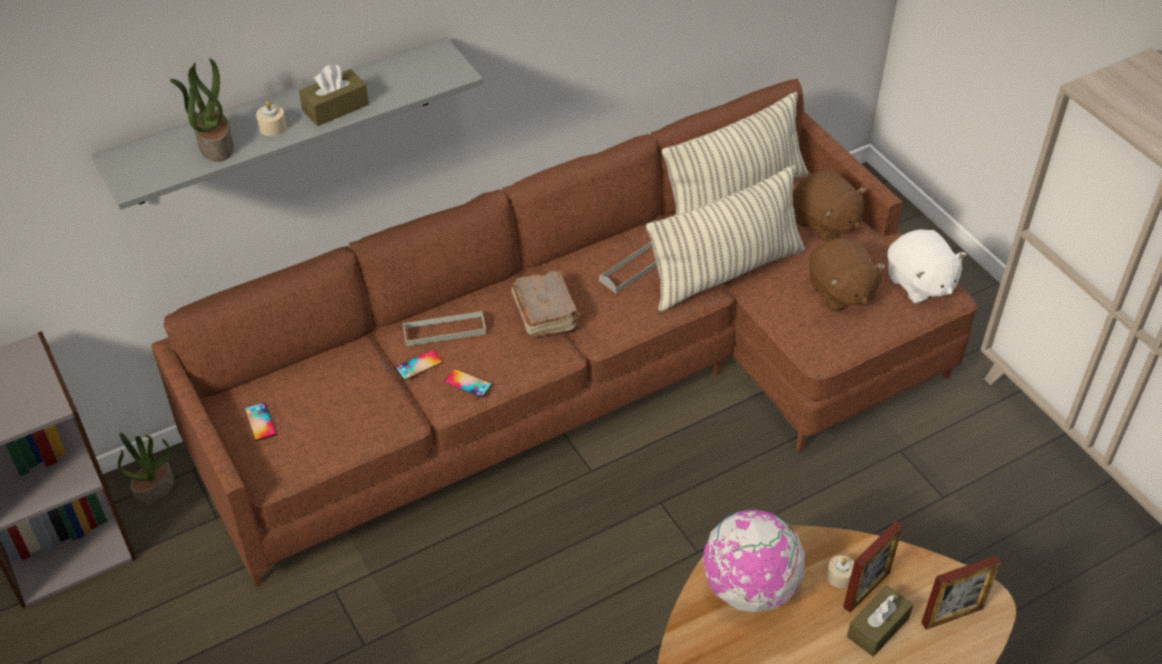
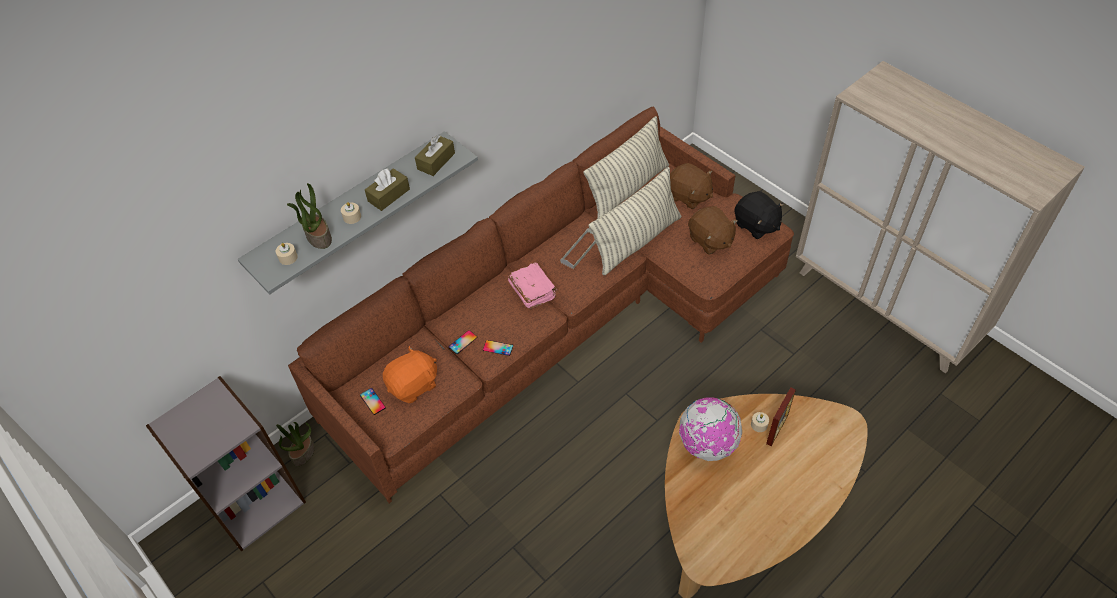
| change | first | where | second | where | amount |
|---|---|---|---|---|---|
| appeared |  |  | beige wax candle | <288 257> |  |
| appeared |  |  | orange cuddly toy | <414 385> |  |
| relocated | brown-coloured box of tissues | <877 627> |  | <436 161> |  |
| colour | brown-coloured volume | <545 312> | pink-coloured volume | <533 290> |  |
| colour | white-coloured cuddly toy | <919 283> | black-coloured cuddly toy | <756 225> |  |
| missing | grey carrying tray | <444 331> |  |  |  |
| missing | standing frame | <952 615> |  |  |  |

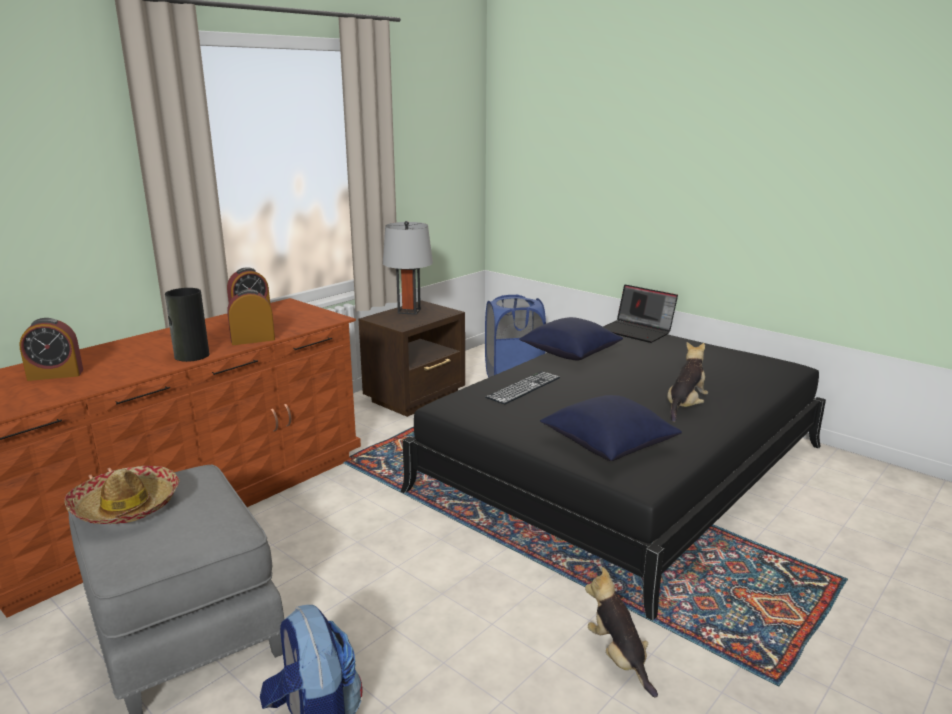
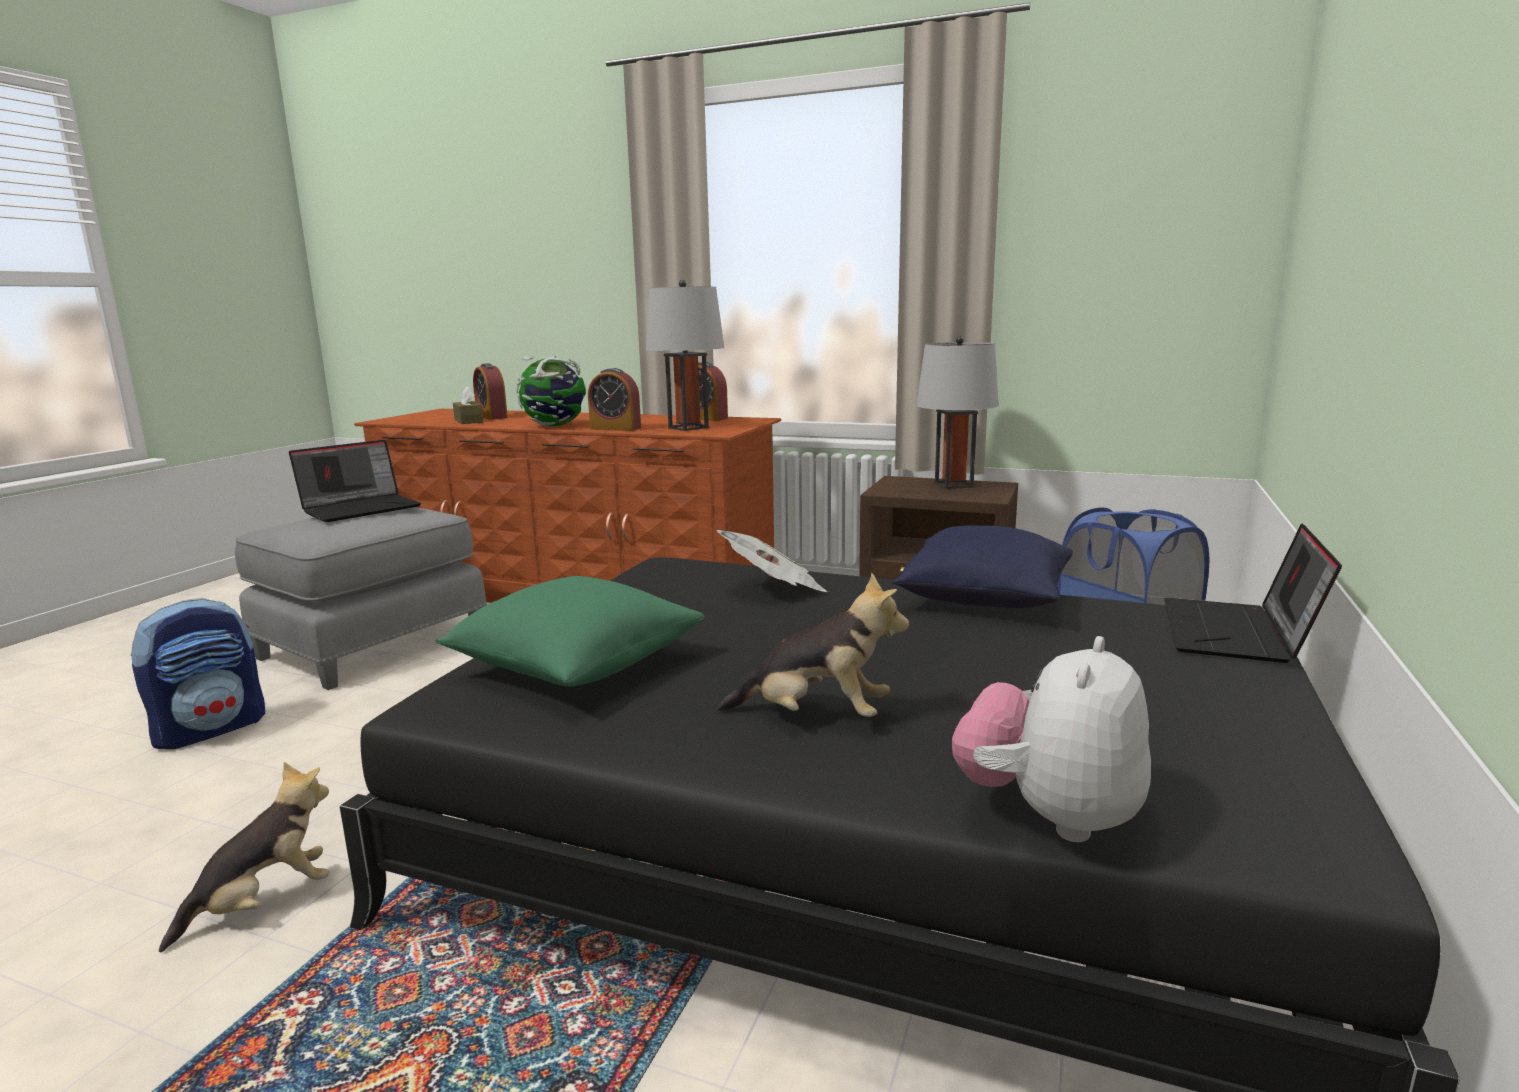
| change | first | where | second | where | amount |
|---|---|---|---|---|---|
| exchanged | clothing hat | <126 506> | notebook computer | <362 508> |  |
| colour | bluish cushion | <608 446> | green-coloured cushion | <575 666> |  |
| appeared |  |  | brown-coloured box of tissues | <468 421> |  |
| exchanged | vase | <191 356> | desk globe | <555 426> |  |
| spun | bedside clock | <252 340> |  | <615 428> | 150 degrees clockwise |
| appeared |  |  | grey tabletop lamp | <688 428> |  |
| exchanged | computer keyboard | <523 387> | newspaper | <774 588> |  |
| appeared |  |  | cuddly toy | <1049 816> |  |

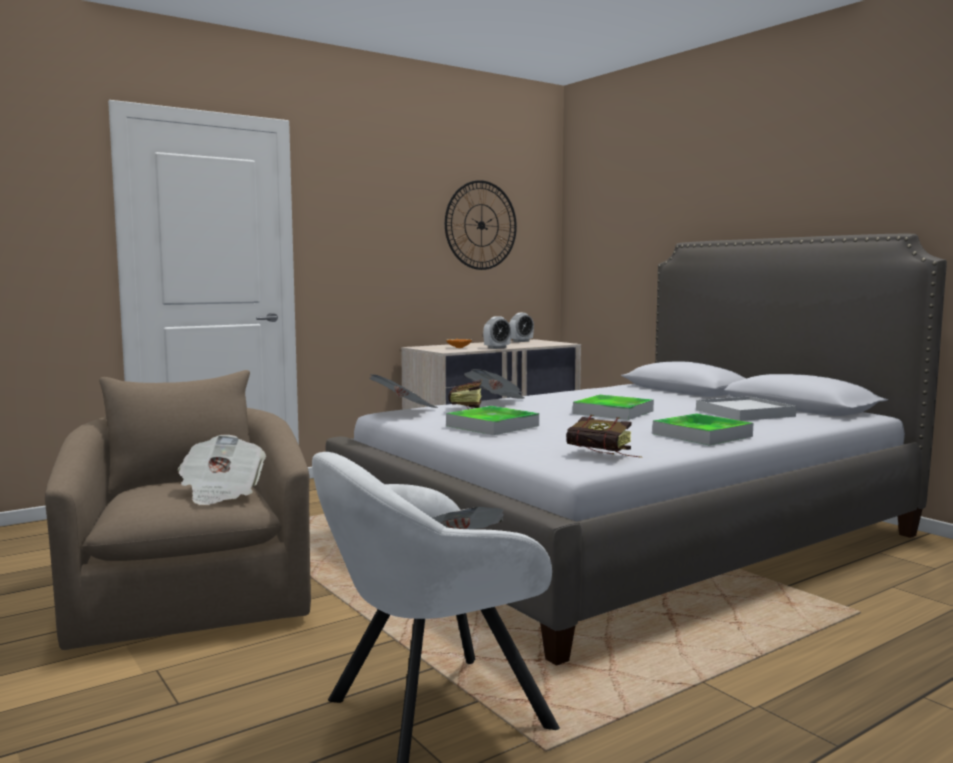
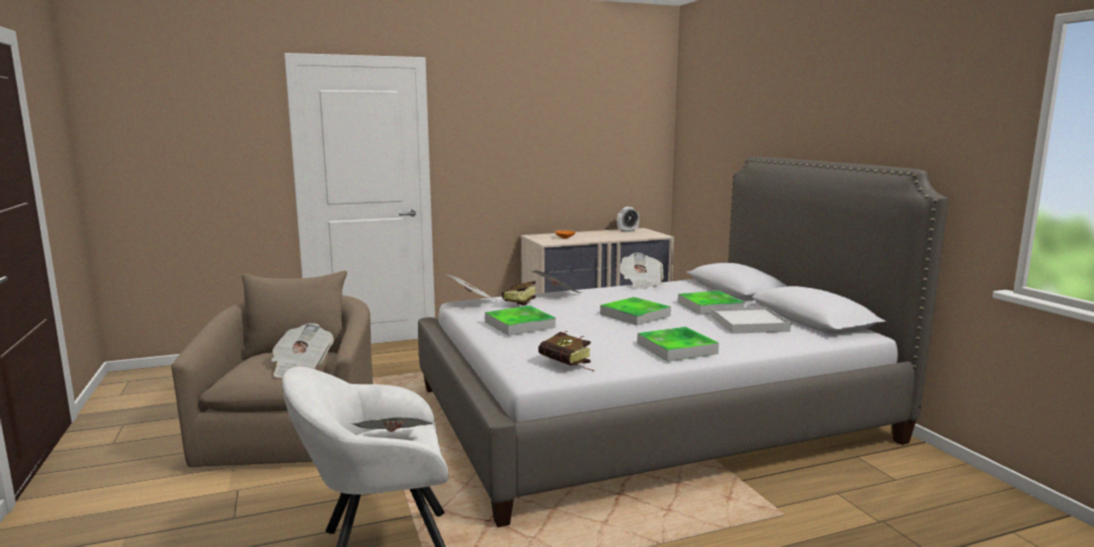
| change | first | where | second | where | amount |
|---|---|---|---|---|---|
| appeared |  |  | newspaper | <641 283> |  |
| appeared |  |  | carrying tray | <709 306> |  |
| missing | clock on the wall | <481 225> |  |  |  |
| missing | bedside clock | <497 348> |  |  |  |

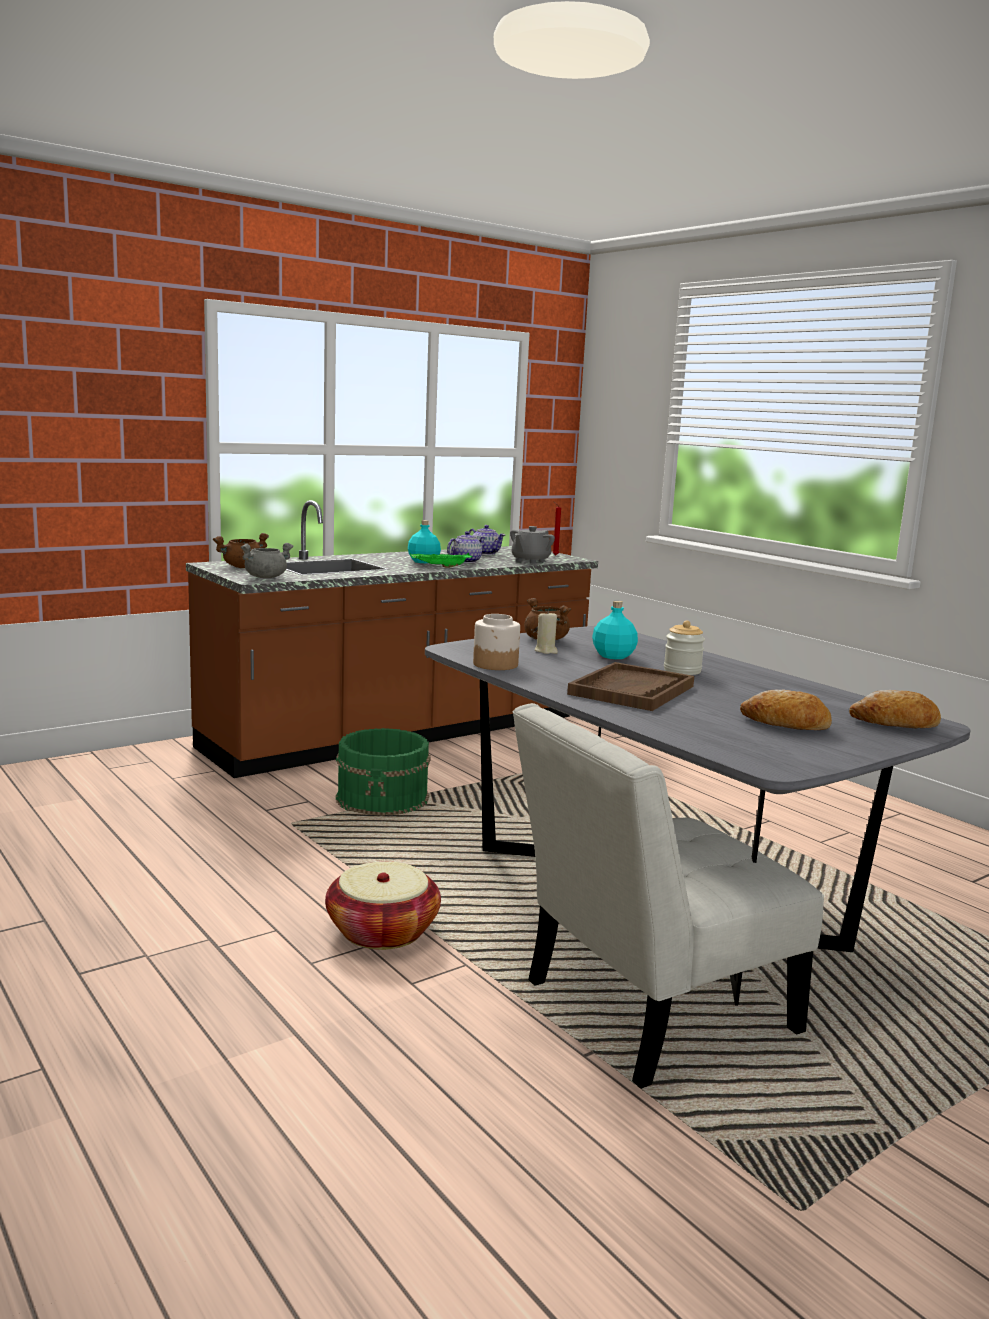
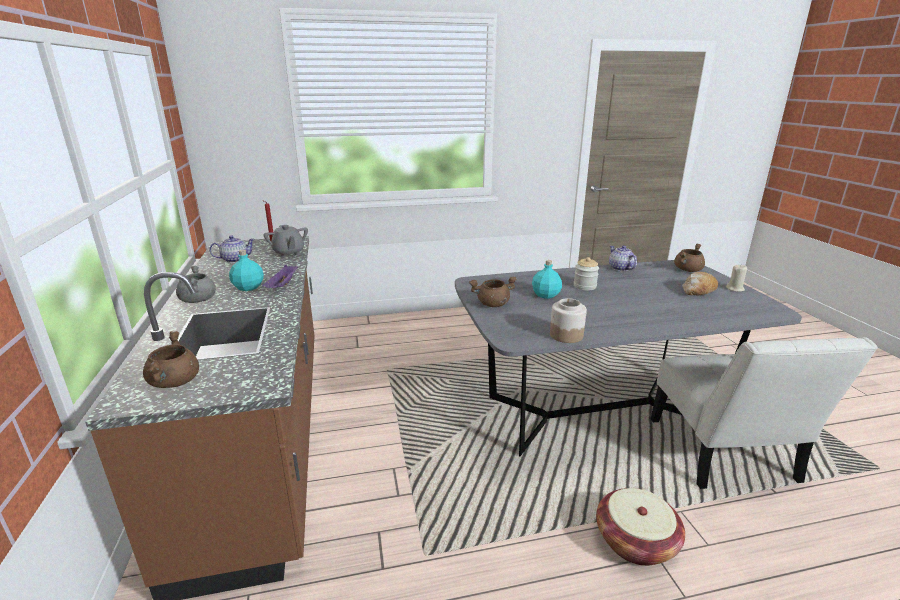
| change | first | where | second | where | amount |
|---|---|---|---|---|---|
| relocated | grey cooking pot | <266 577> |  | <197 300> |  |
| colour | green-coloured carrying tray | <440 567> | purple-coloured carrying tray | <282 286> |  |
| relocated | tea pot | <465 561> |  | <620 268> |  |
| exchanged | bread | <894 724> | brown-coloured cooking pot | <688 270> |  |
| relocated | beige wax candle | <546 651> |  | <735 289> |  |
| missing | green-coloured water bucket | <383 799> |  |  |  |
| missing | brown-coloured carrying tray | <632 690> |  |  |  |

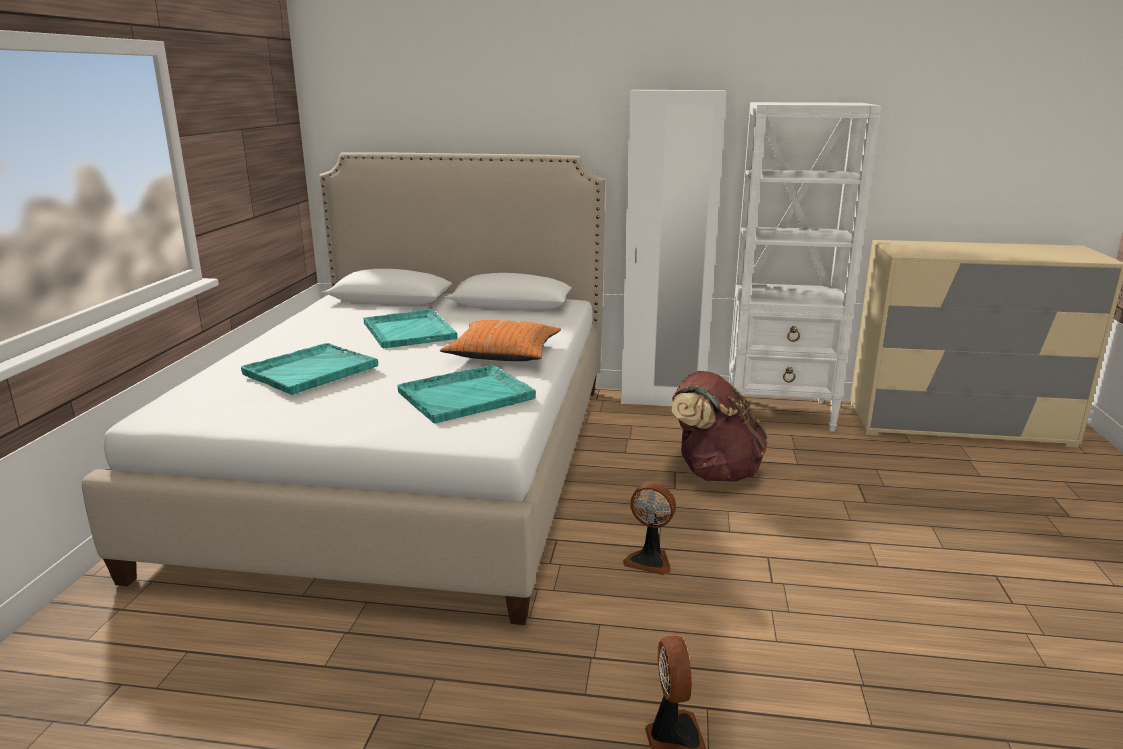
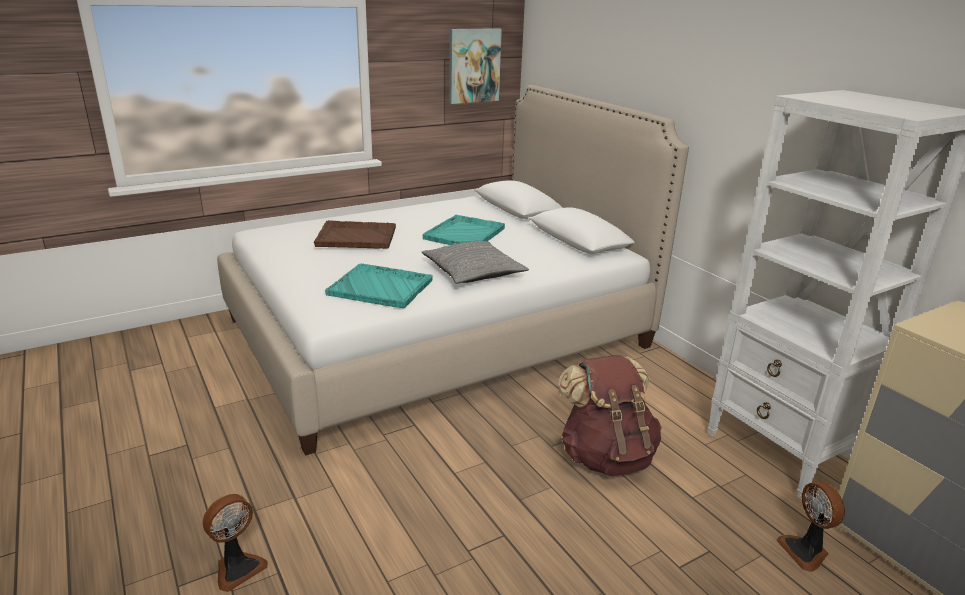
| change | first | where | second | where | amount |
|---|---|---|---|---|---|
| colour | turquoise carrying tray | <310 370> | brown-coloured carrying tray | <355 237> |  |
| colour | orange cushion | <503 353> | grey cushion | <473 272> |  |
| appeared |  |  | wall picture | <474 65> |  |
| relocated | fan | <650 560> |  | <805 551> |  |
| missing | white-coloured armoire | <662 400> |  |  |  |

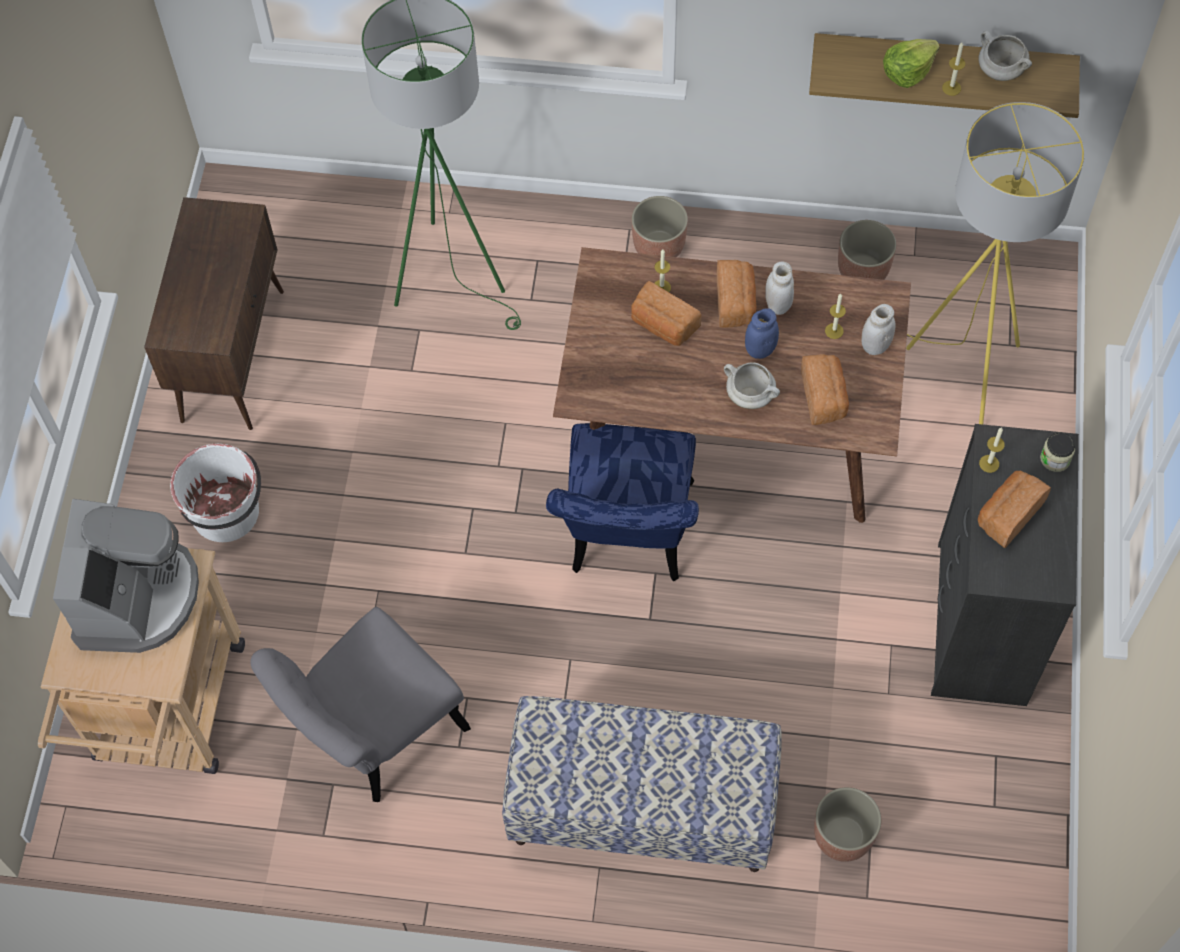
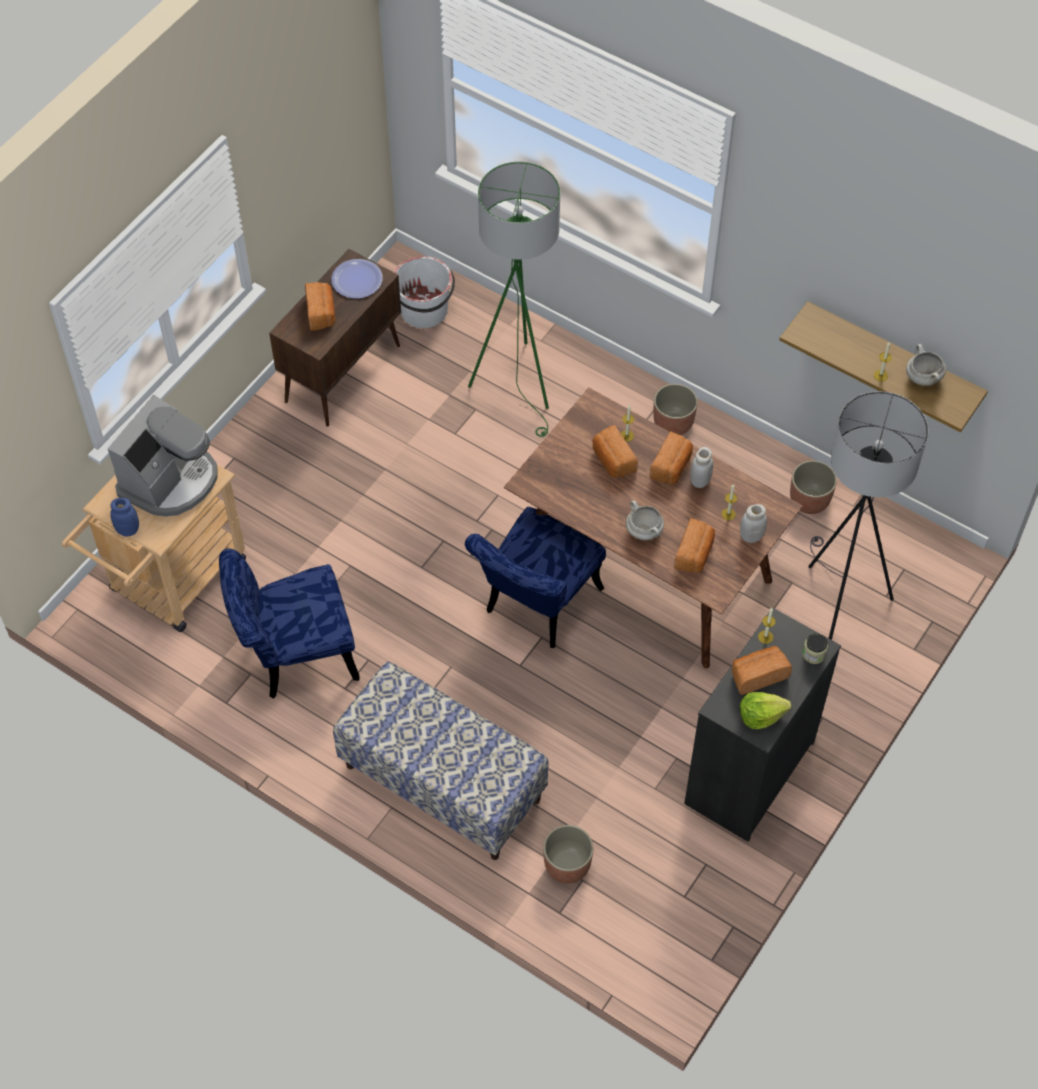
| change | first | where | second | where | amount |
|---|---|---|---|---|---|
| relocated | bluish storage jar | <760 349> |  | <128 529> |  |
| colour | grey chair | <373 735> | bluish chair | <294 655> |  |
| appeared |  |  | bread | <321 313> |  |
| appeared |  |  | flat dish | <357 280> |  |
| relocated | white-coloured water bucket | <227 513> |  | <424 311> |  |
| relocated | lettuce | <907 71> |  | <760 715> |  |
| colour | yellowish standing lamp | <958 371> | grey standing lamp | <837 598> |  |

